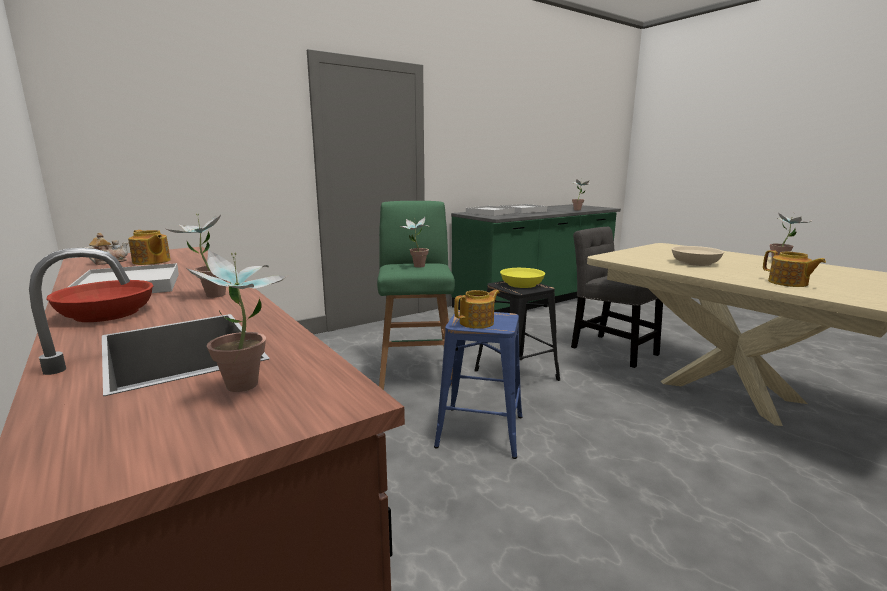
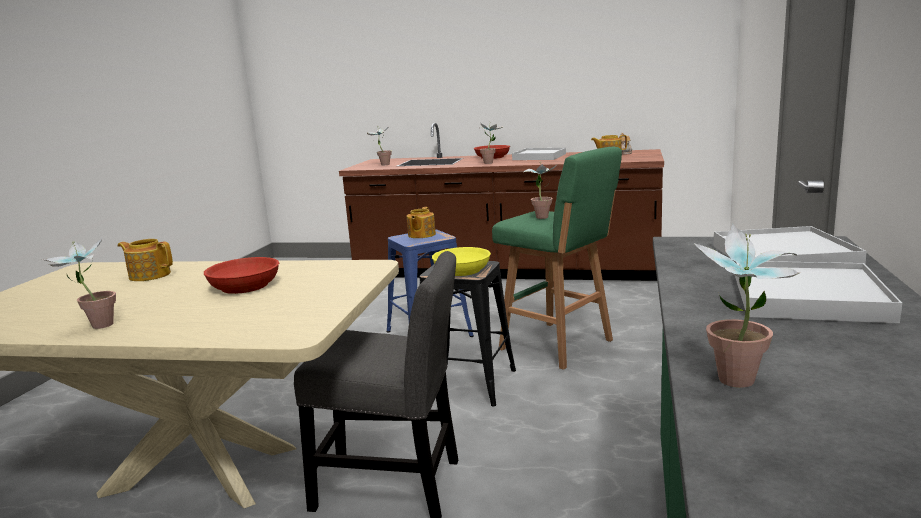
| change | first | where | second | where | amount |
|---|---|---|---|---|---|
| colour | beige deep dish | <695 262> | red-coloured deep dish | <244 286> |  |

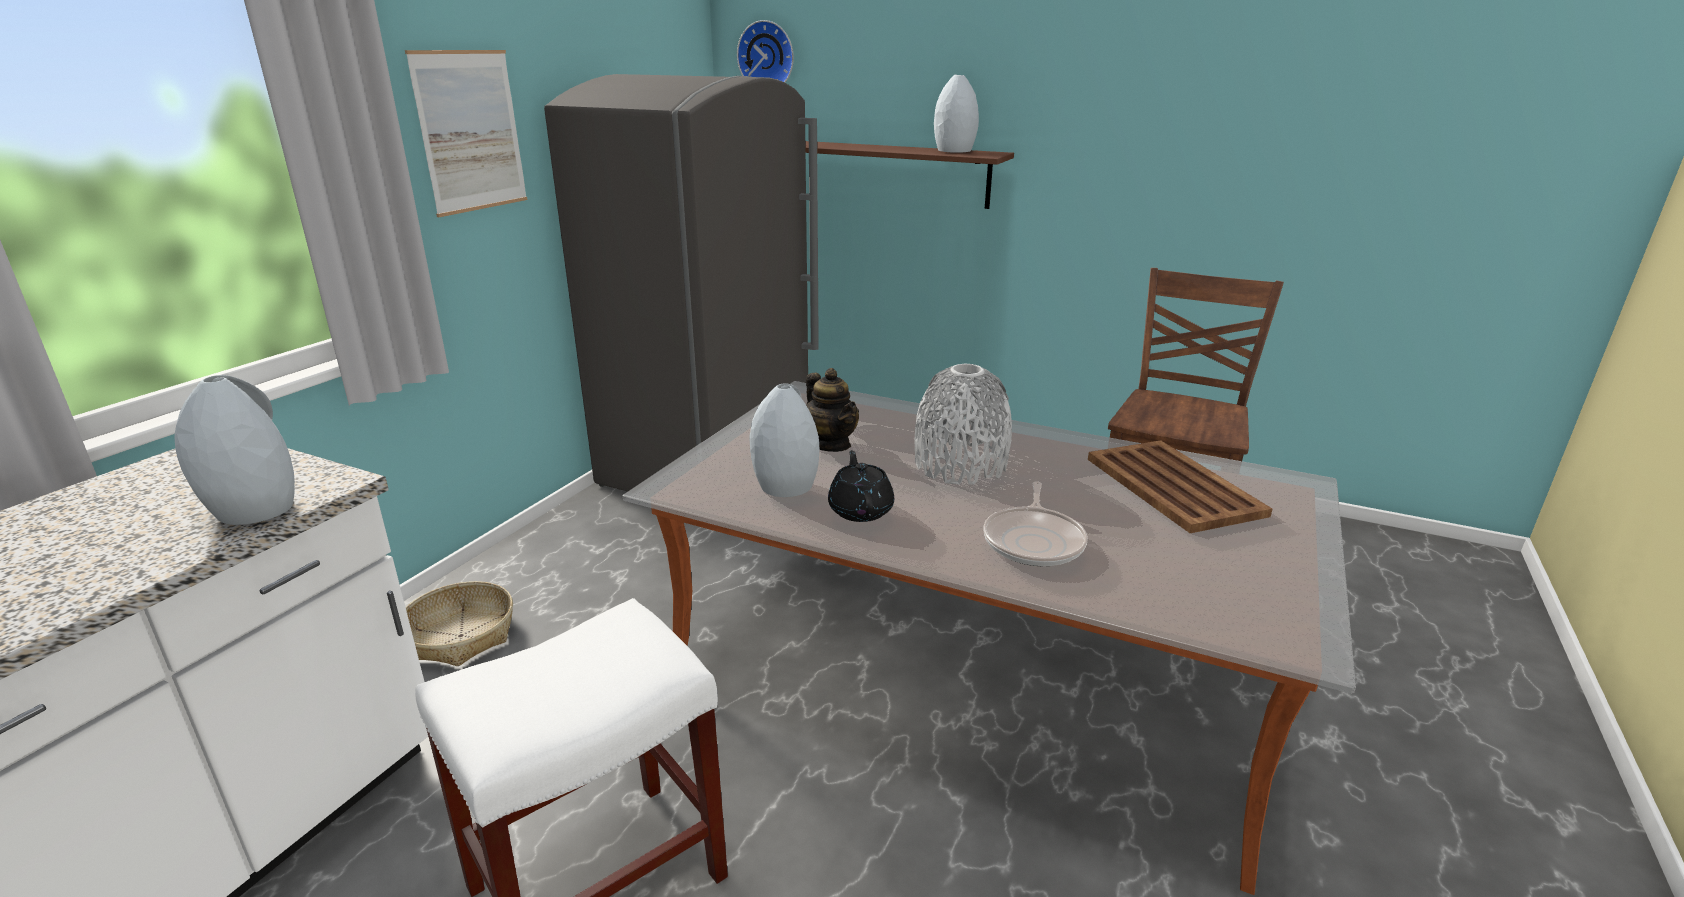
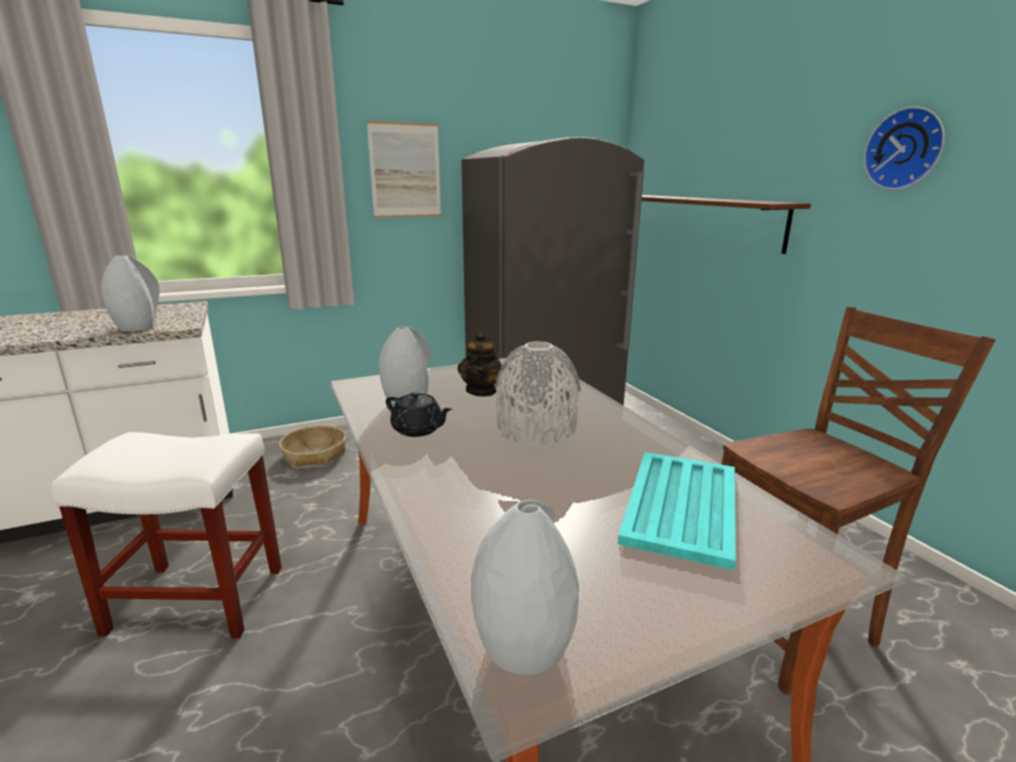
| change | first | where | second | where | amount |
|---|---|---|---|---|---|
| spun | black-coloured tea pot | <860 510> |  | <418 430> | 90 degrees clockwise |
| relocated | grey vase | <953 151> |  | <522 644> |  |
| colour | brown-coloured carrying tray | <1172 485> | turquoise carrying tray | <682 504> |  |
| relocated | clock on the wall | <767 56> |  | <906 149> |  |
| missing | frying pan | <1034 541> |  |  |  |

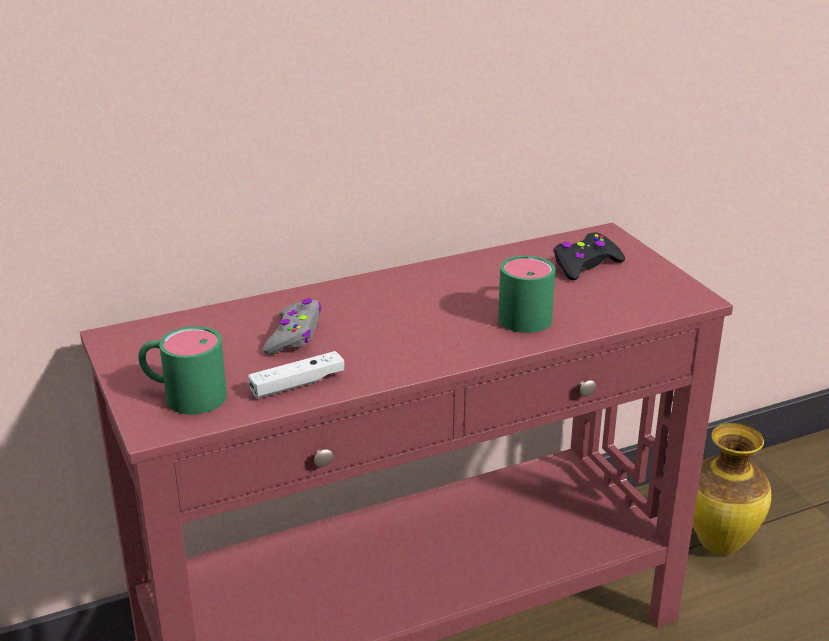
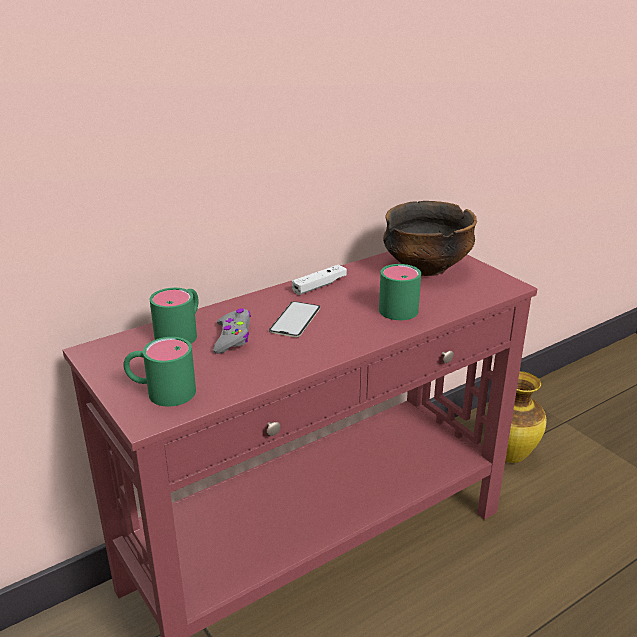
| change | first | where | second | where | amount |
|---|---|---|---|---|---|
| appeared |  |  | green-coloured tea mug | <181 332> |  |
| appeared |  |  | phone | <295 319> |  |
| relocated | white-coloured gamepad | <297 384> |  | <319 285> |  |
| exchanged | black-coloured gamepad | <585 265> | deep dish | <426 268> |  |

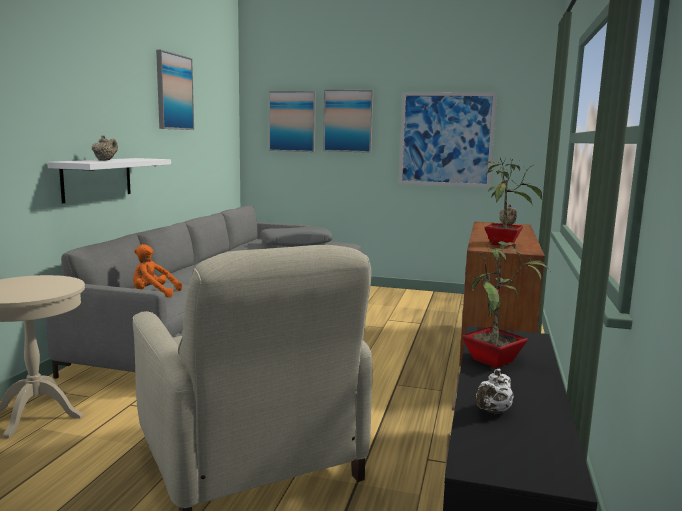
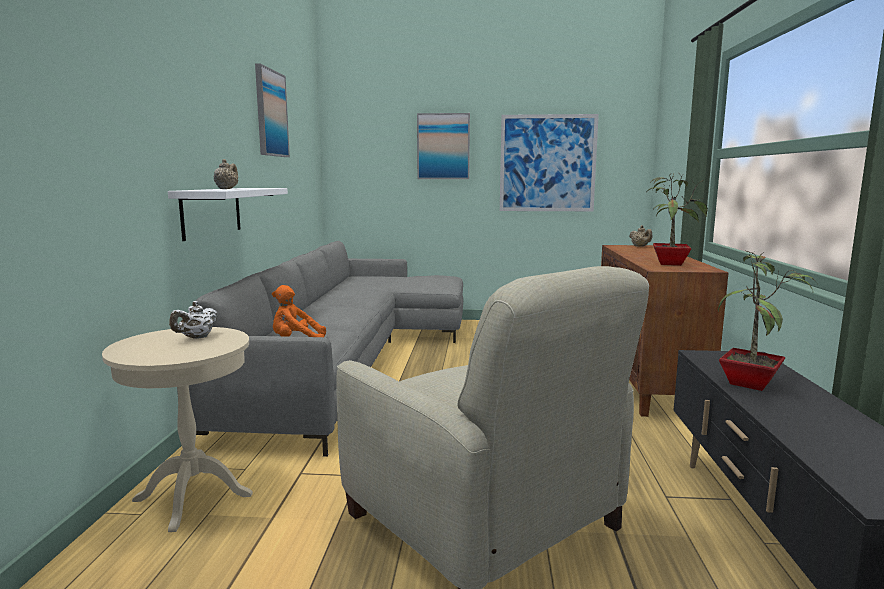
| change | first | where | second | where | amount |
|---|---|---|---|---|---|
| relocated | white-coloured tea pot | <493 411> |  | <196 338> |  |
| missing | grey cushion | <296 244> |  |  |  |
| missing | wall picture | <292 121> |  |  |  |

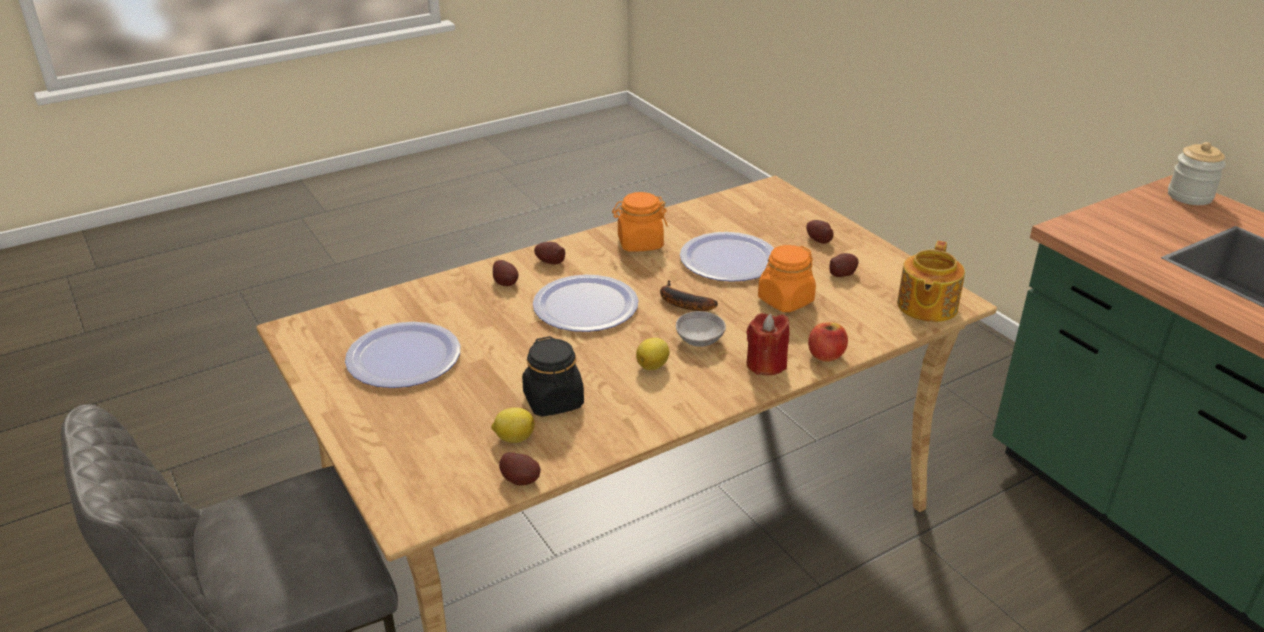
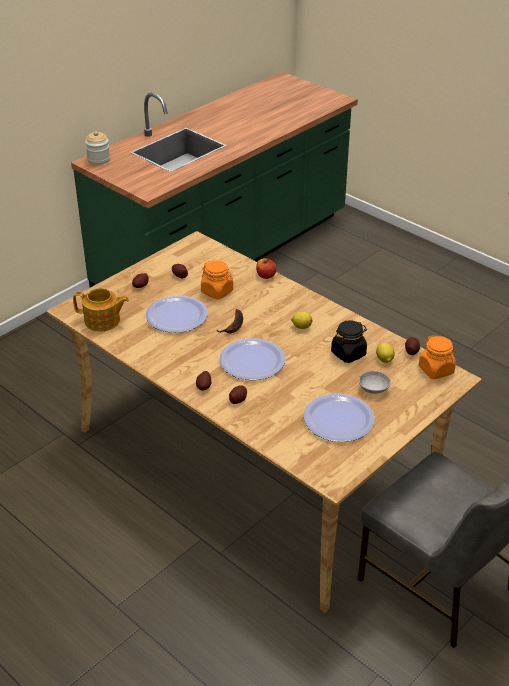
| change | first | where | second | where | amount |
|---|---|---|---|---|---|
| relocated | tea pot | <926 306> |  | <103 321> |  |
| relocated | grey deep dish | <699 340> |  | <373 389> |  |
| relocated | orange storage jar | <640 243> |  | <436 370> |  |
| missing | red-coloured wax candle | <766 364> |  |  |  |

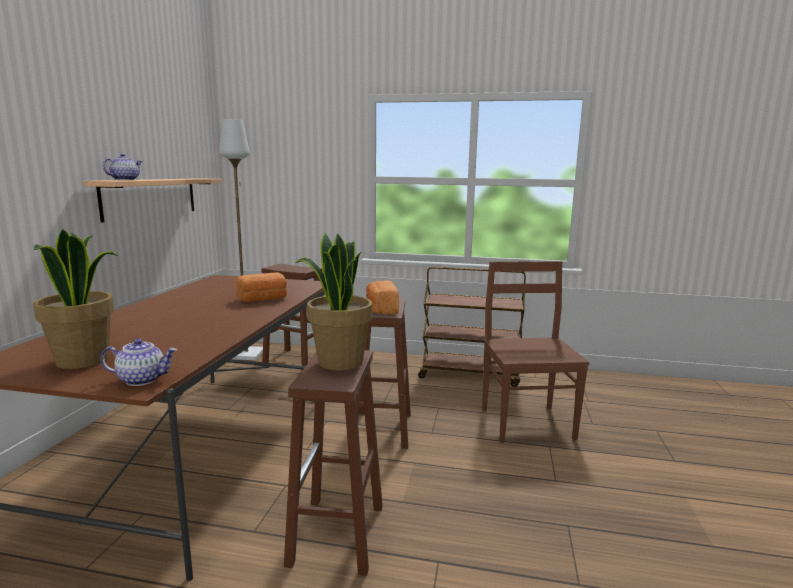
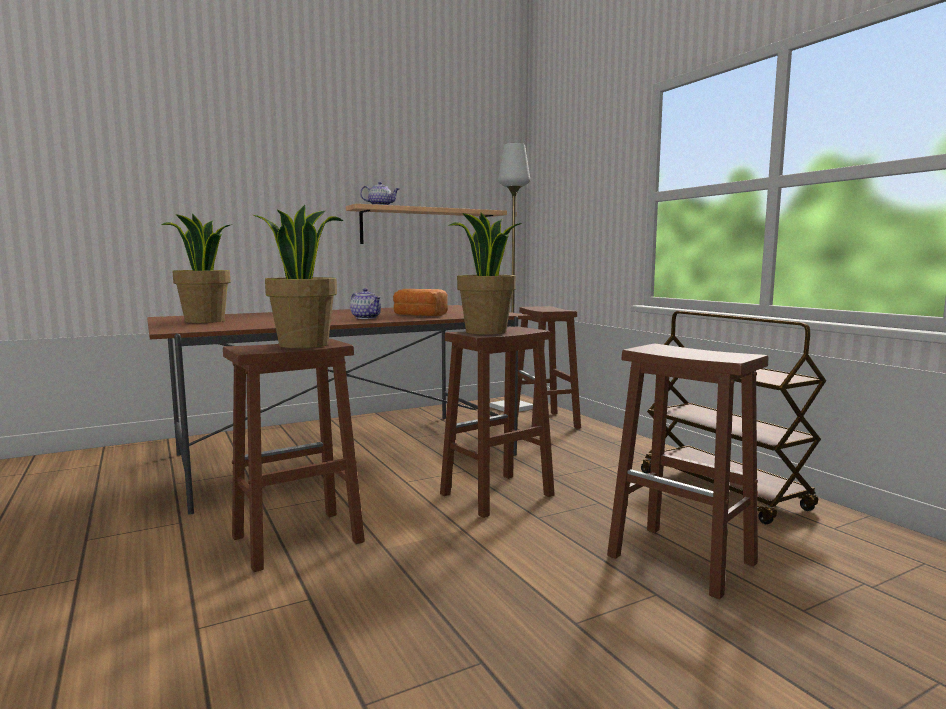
| change | first | where | second | where | amount |
|---|---|---|---|---|---|
| relocated | tea pot | <142 379> |  | <366 318> |  |
| exchanged | bread | <381 309> | potted plant | <486 332> |  |
| exchanged | brown-coloured chair | <526 422> | brown-coloured stool seat | <684 560> |  |

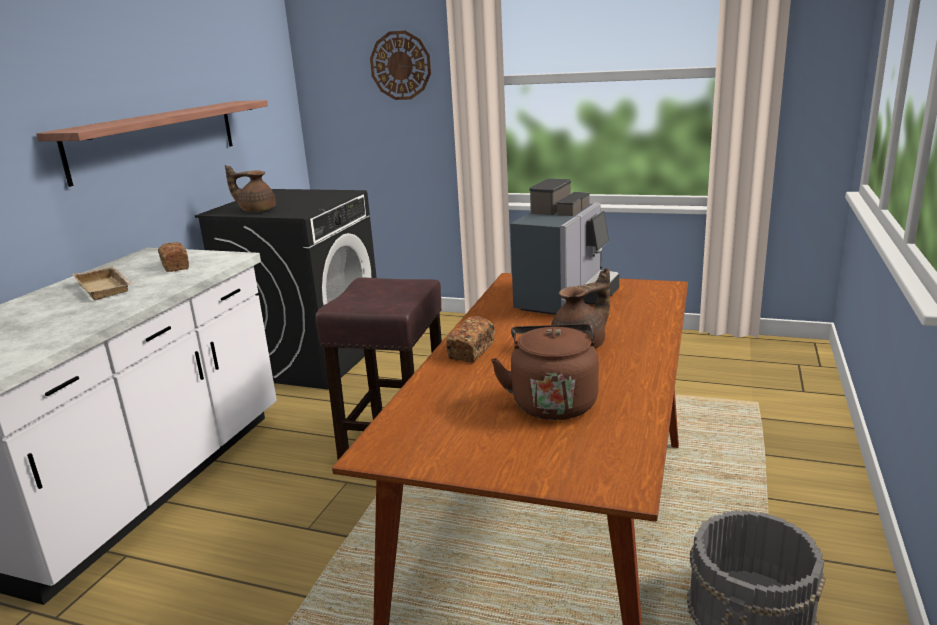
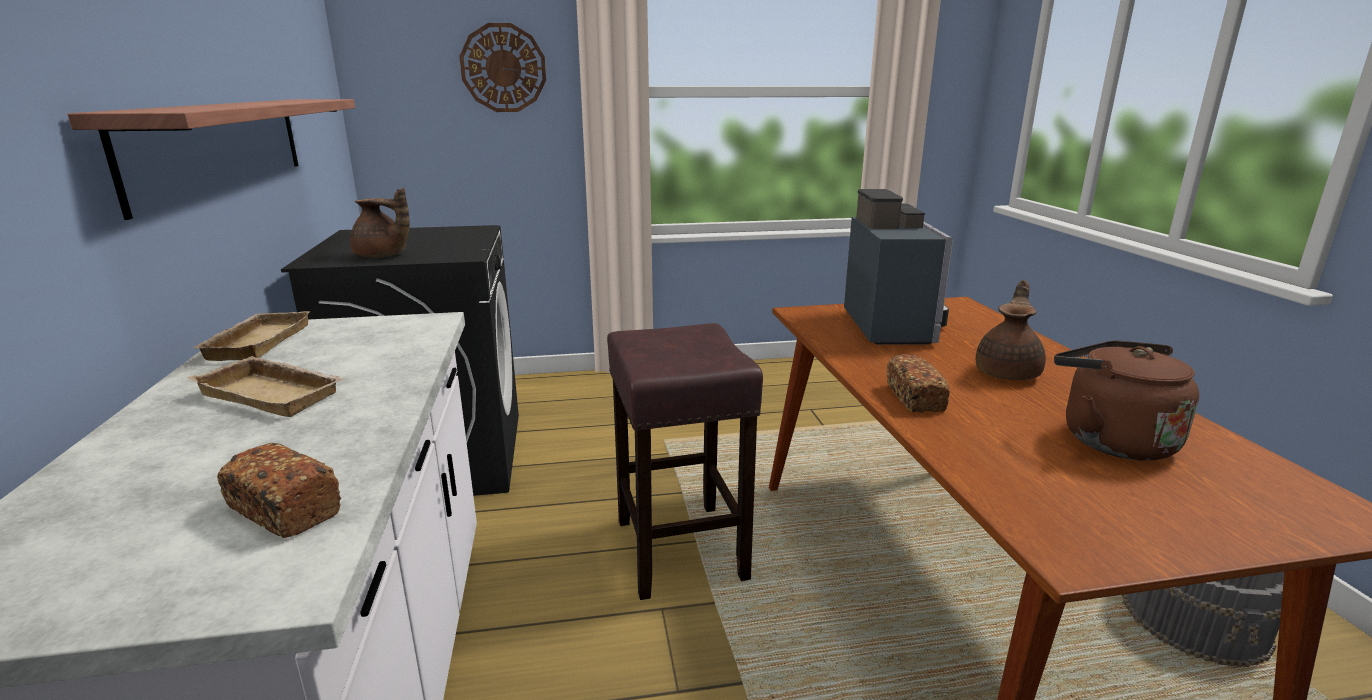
| change | first | where | second | where | amount |
|---|---|---|---|---|---|
| appeared |  |  | beige carrying tray | <256 342> |  |
| relocated | bread | <175 266> |  | <283 510> |  |
| spun | brown-coloured tea pot | <257 210> |  | <382 256> | 135 degrees counterclockwise |

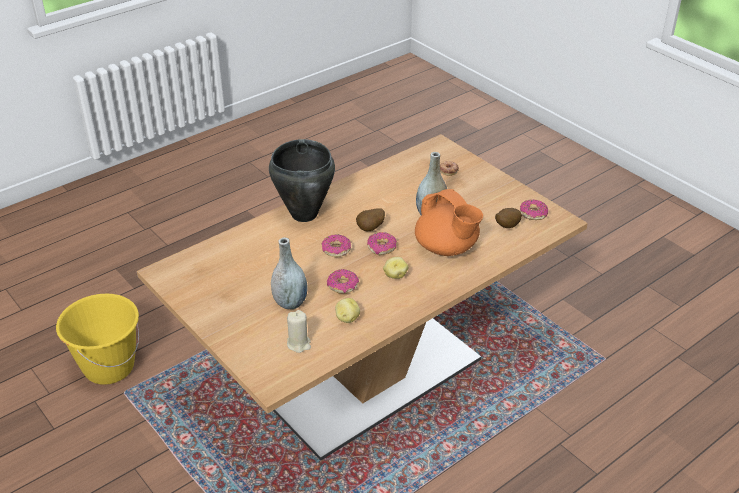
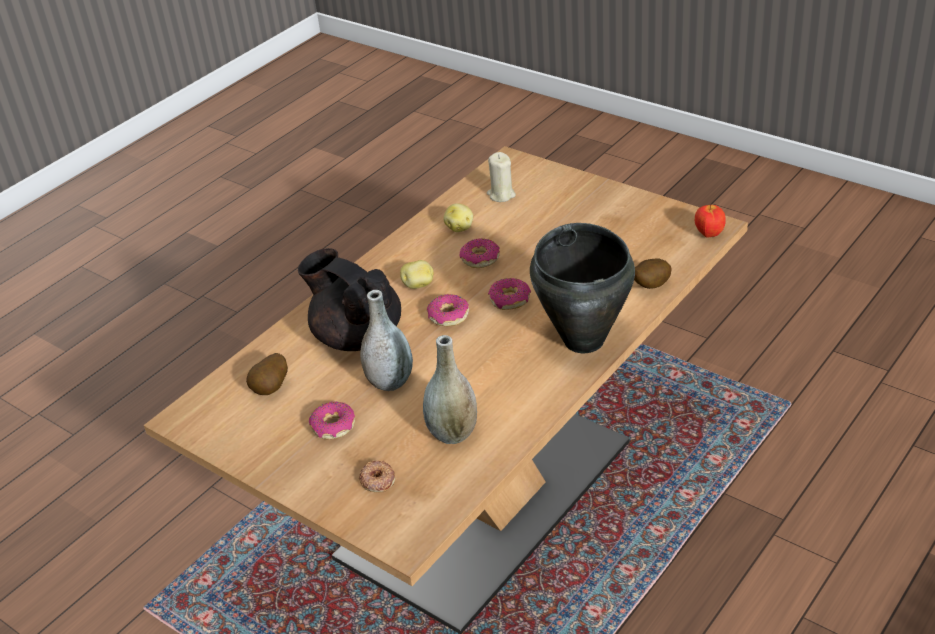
| change | first | where | second | where | amount |
|---|---|---|---|---|---|
| colour | orange tea pot | <447 248> | black-coloured tea pot | <357 336> |  |
| relocated | ring doughnut | <533 214> |  | <333 427> |  |
| relocated | grey vase | <290 303> |  | <453 433> |  |
| relocated | potato | <371 229> |  | <649 286> |  |
| appeared |  |  | apple fruit | <708 234> |  |
| missing | yellowish water bucket | <109 367> |  |  |  |

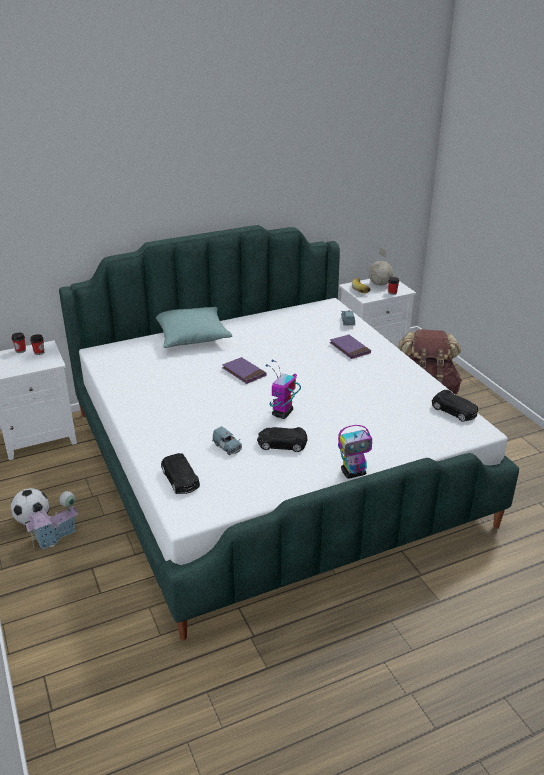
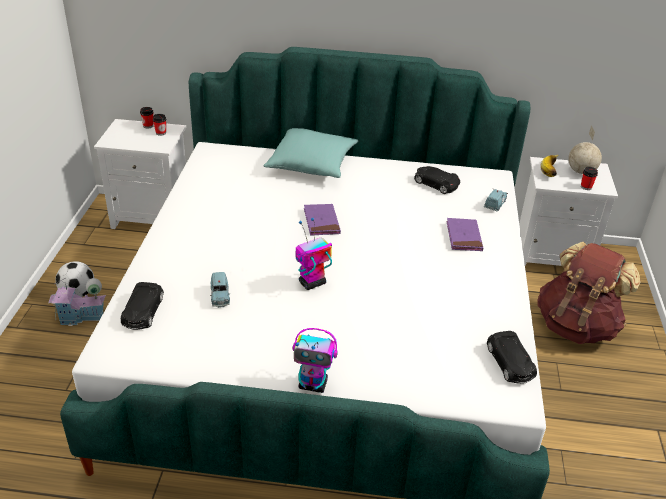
| change | first | where | second | where | amount |
|---|---|---|---|---|---|
| relocated | black-coloured miniature car | <282 444> |  | <435 184> |  |

